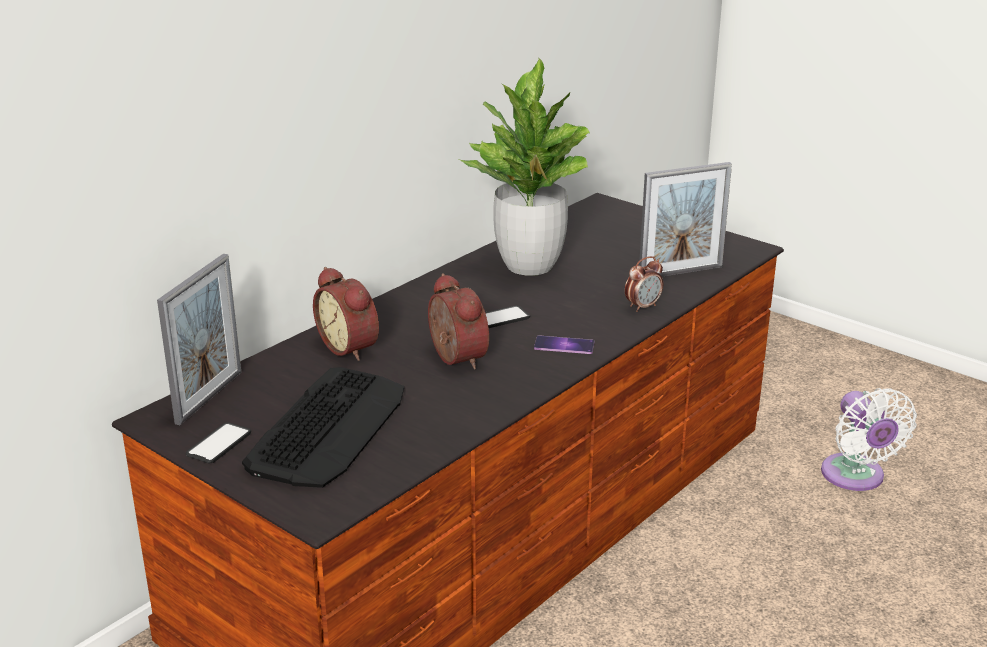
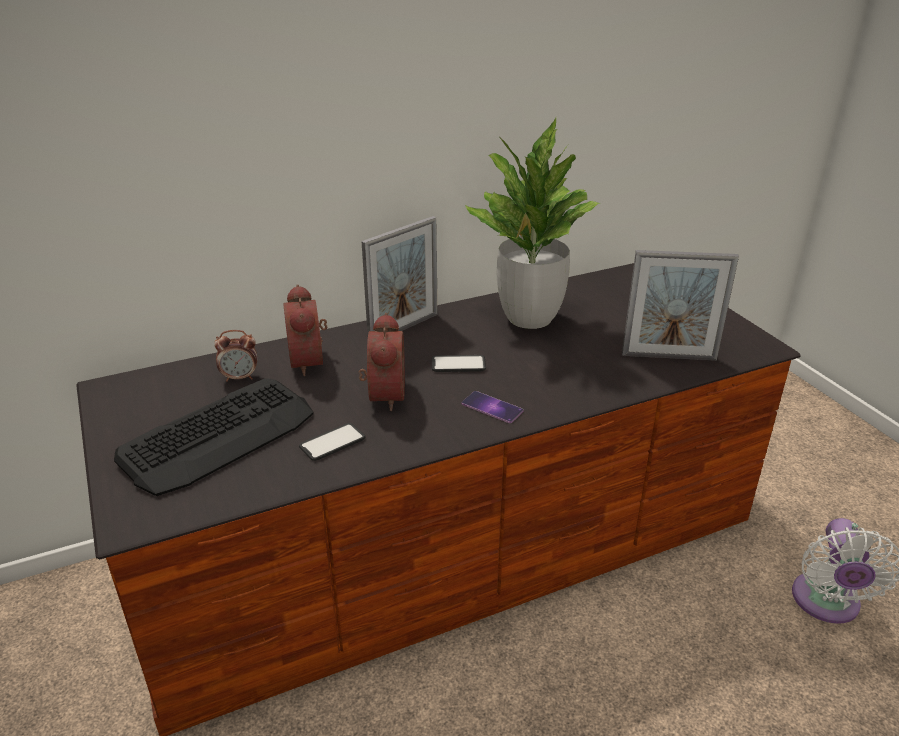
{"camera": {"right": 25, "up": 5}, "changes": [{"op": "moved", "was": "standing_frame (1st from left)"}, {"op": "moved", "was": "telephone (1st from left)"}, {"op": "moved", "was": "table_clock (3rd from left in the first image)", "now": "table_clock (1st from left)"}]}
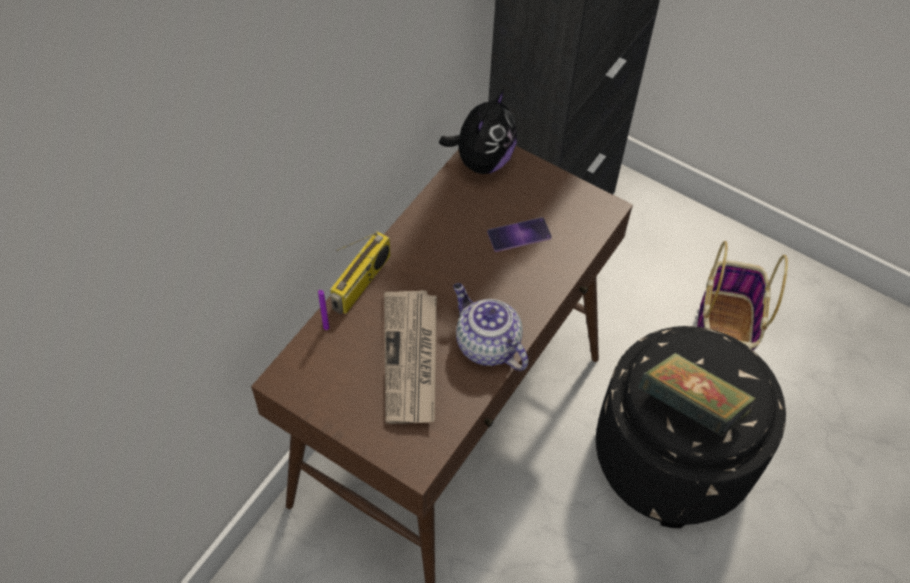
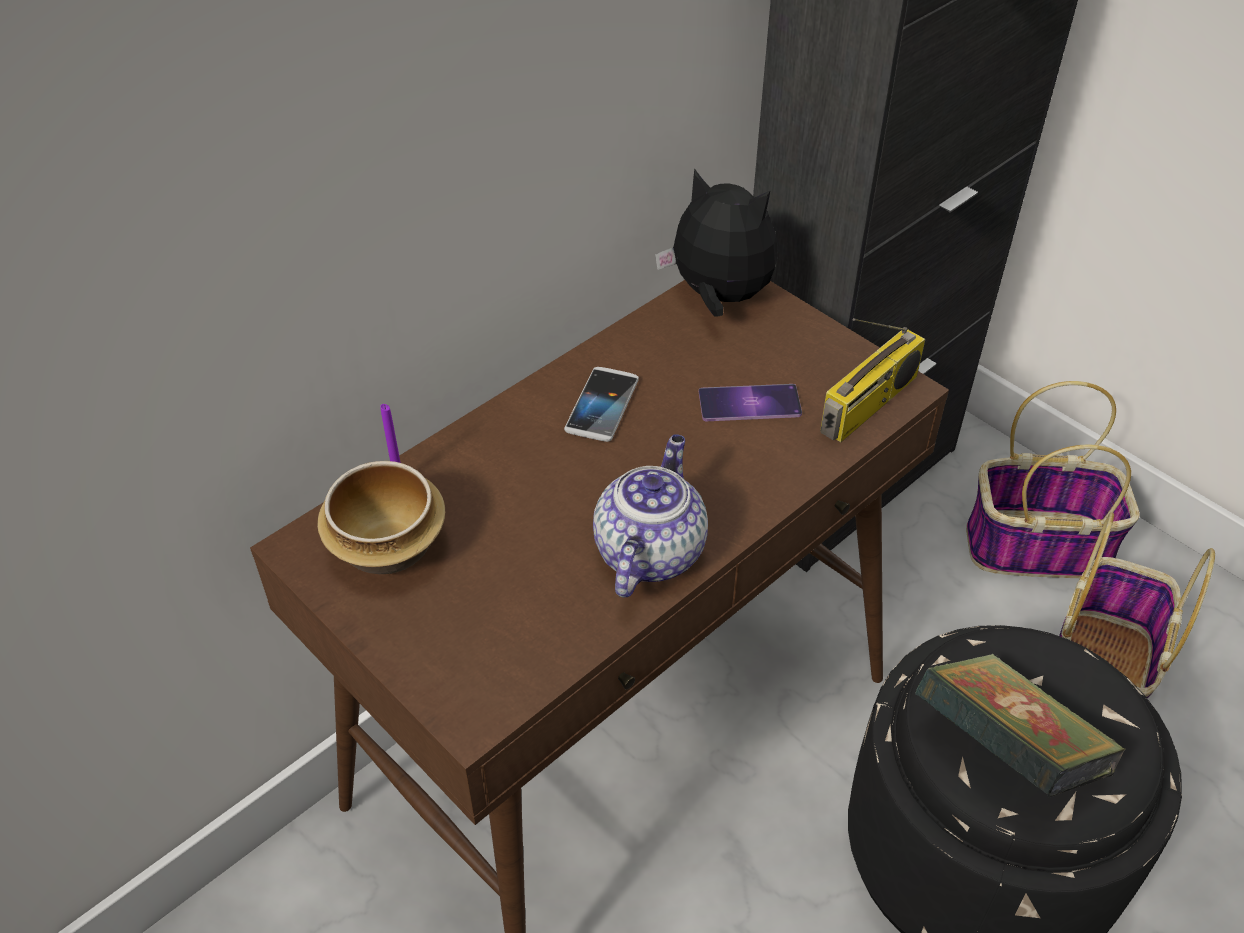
{"camera": {"right": 15, "up": -10}, "changes": [{"op": "moved", "was": "radio_set"}, {"op": "removed", "was": "daily_paper"}, {"op": "turned", "was": "soft_toy", "clockwise": -105}, {"op": "turned", "was": "teapot", "clockwise": 45}, {"op": "added", "now": "deep_dish"}, {"op": "added", "now": "telephone (1st from left)"}, {"op": "added", "now": "storage_basket (1st from left)"}]}
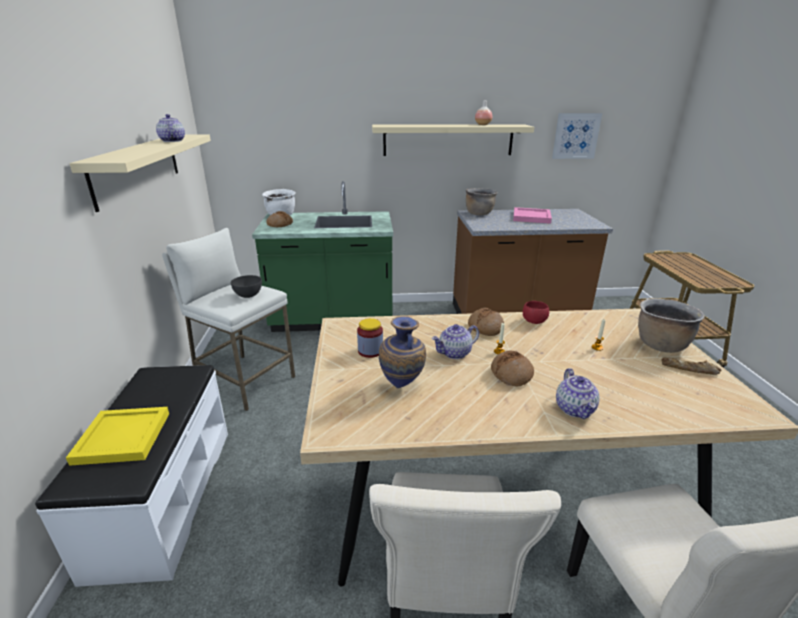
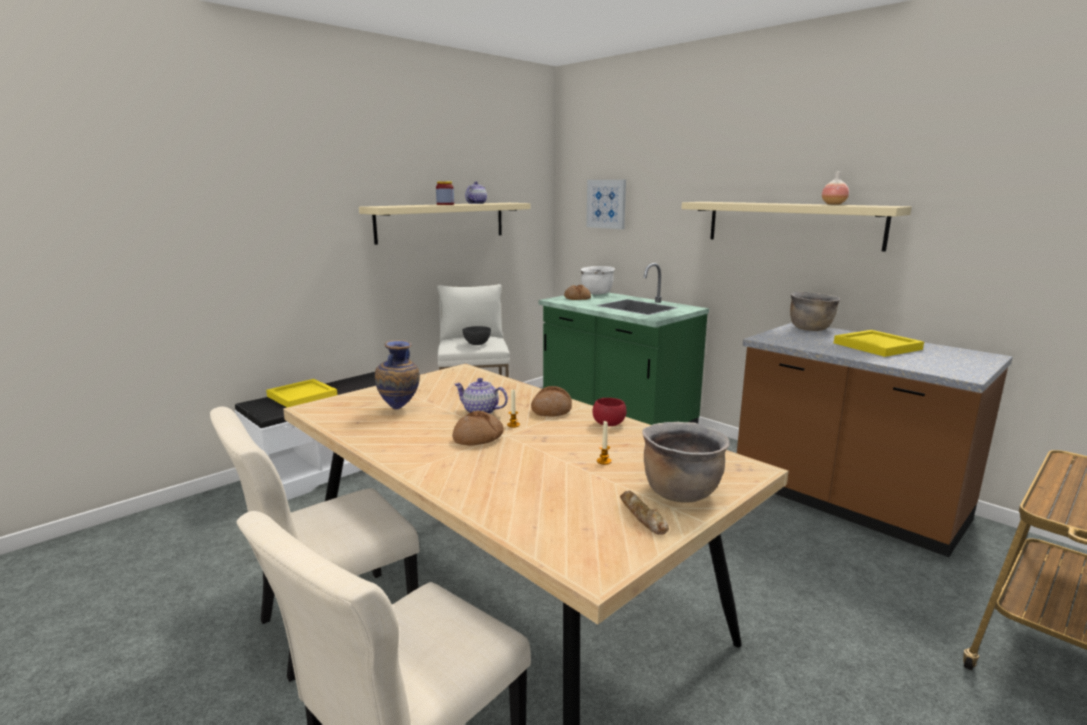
{"camera": {"right": 50, "up": -10}, "changes": [{"op": "moved", "was": "jar"}, {"op": "recoloured", "was": "pinkish_tray", "now": "yellow-coloured_tray (2nd from left)"}, {"op": "moved", "was": "wall_picture"}, {"op": "removed", "was": "teapot (3rd from left)"}]}
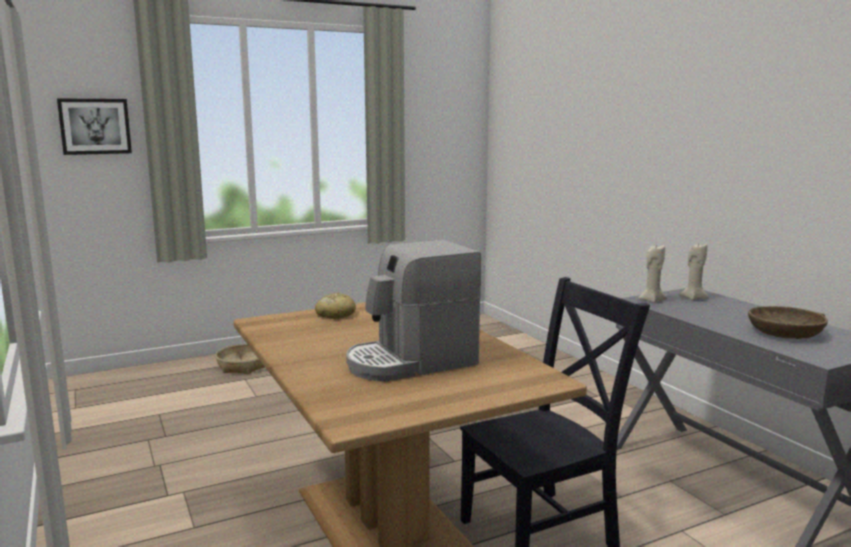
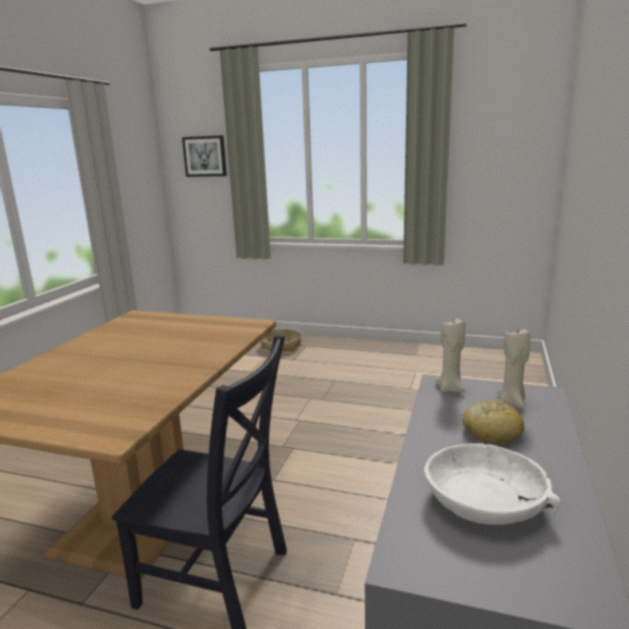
{"camera": {"right": 45, "up": 5}, "changes": [{"op": "moved", "was": "bakery_bread"}, {"op": "removed", "was": "coffee_maker"}, {"op": "recoloured", "was": "brownish_deep_dish", "now": "whitish_deep_dish"}]}
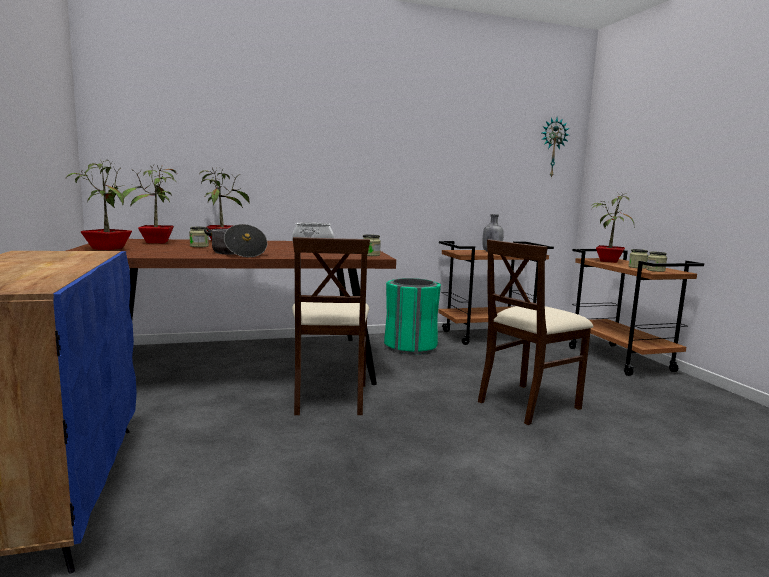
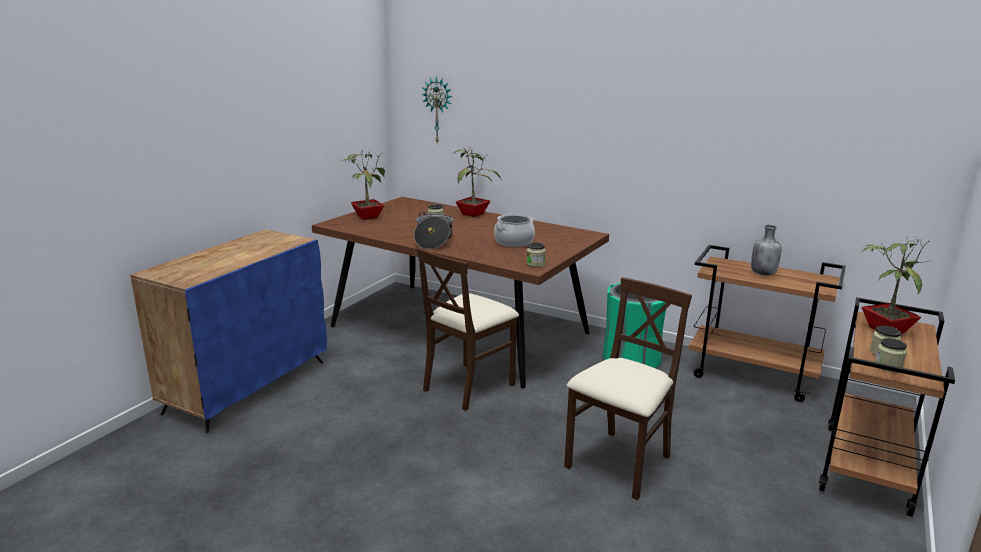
{"camera": {"right": 45, "up": 10}, "changes": [{"op": "removed", "was": "potted_plant (2nd from left)"}, {"op": "turned", "was": "beige-coloured_plain_chair (2nd from left)", "clockwise": 120}, {"op": "moved", "was": "wall_clock"}]}
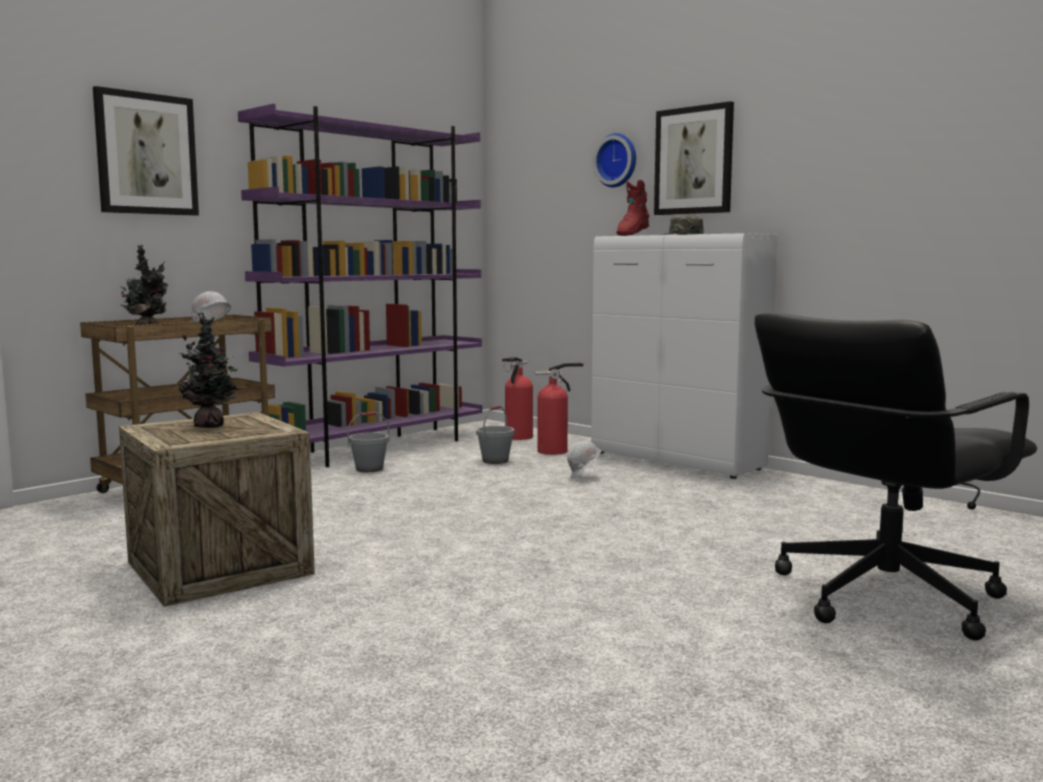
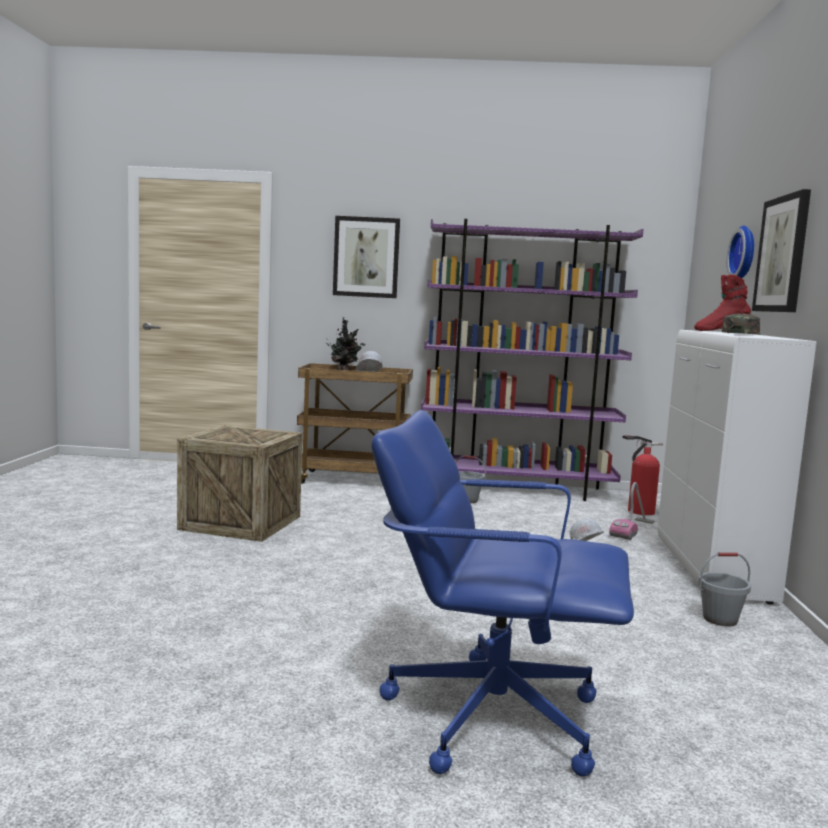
{"camera": {"right": 50, "up": 0}, "changes": [{"op": "removed", "was": "potted_plant (2nd from left)"}, {"op": "moved", "was": "gray_bucket (2nd from left)"}, {"op": "replaced", "was": "extinguisher (2nd from left)", "now": "vacuum"}, {"op": "recoloured", "was": "blackish_desk_chair", "now": "bluish_desk_chair"}]}
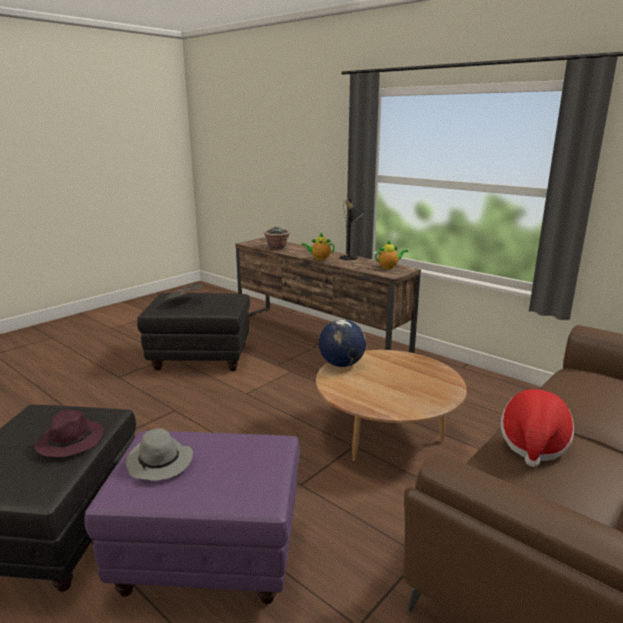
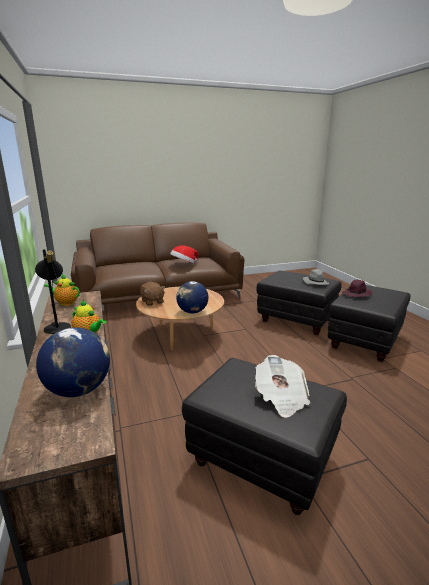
{"camera": {"right": -150, "up": 0}, "changes": [{"op": "recoloured", "was": "purple_ottoman", "now": "blackish_ottoman (2nd from left)"}, {"op": "replaced", "was": "potted_plant", "now": "desk_globe (1st from left)"}, {"op": "added", "now": "brownish_soft_toy"}]}
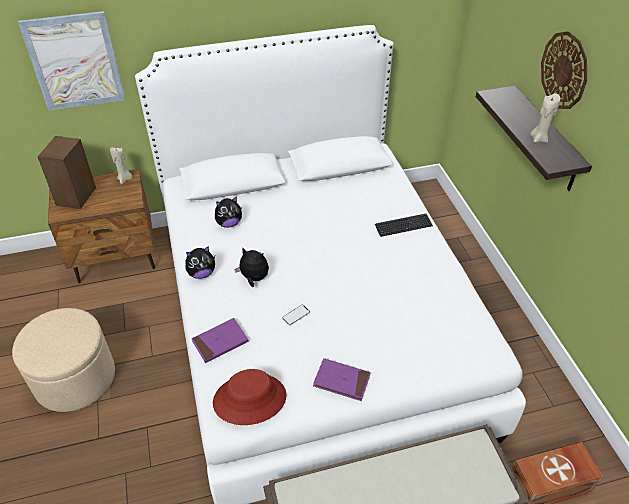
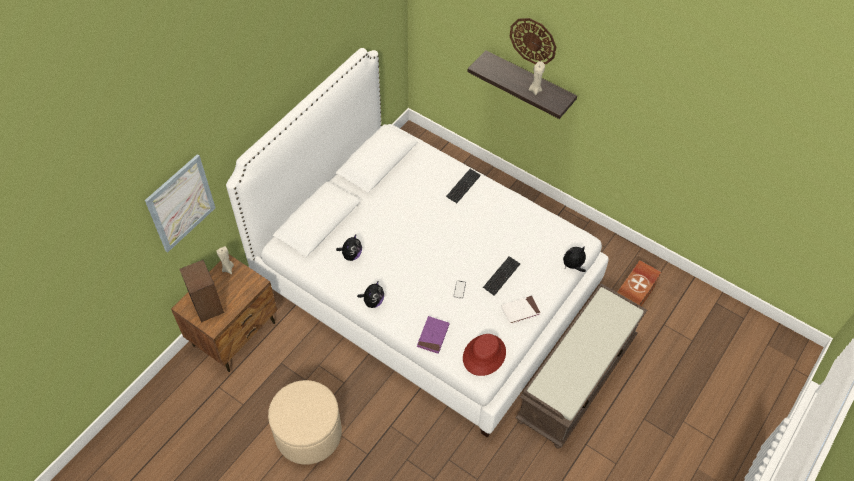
{"camera": {"right": -40, "up": 10}, "changes": [{"op": "moved", "was": "soft_toy (3rd from left)"}, {"op": "recoloured", "was": "purple_book (2nd from left)", "now": "whitish_book"}, {"op": "added", "now": "computer_keyboard (2nd from left)"}]}
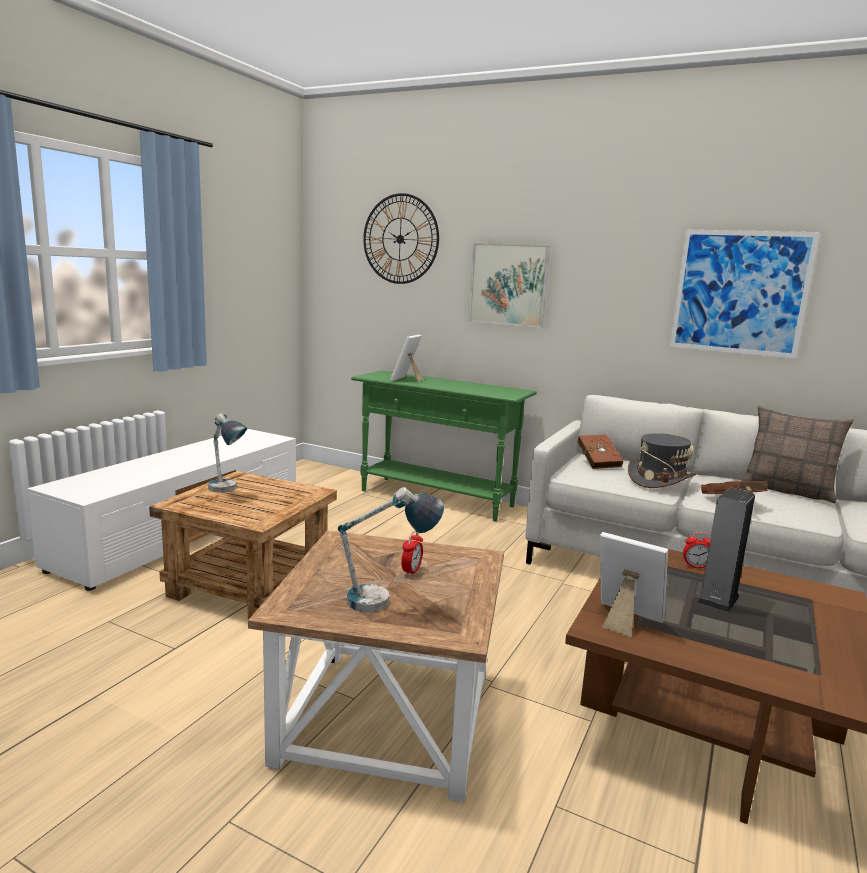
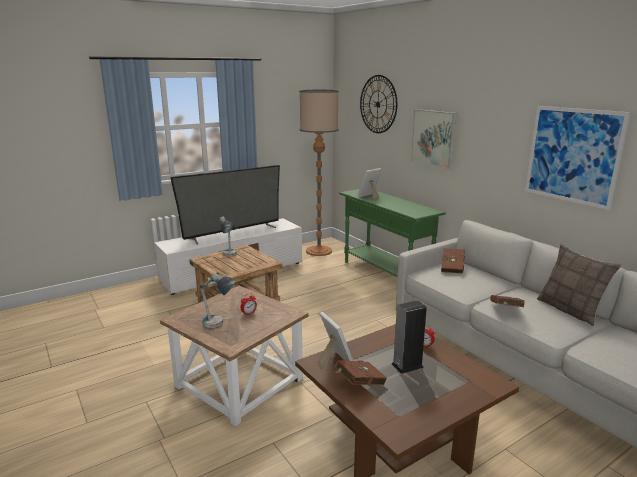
{"camera": {"right": 30, "up": 5}, "changes": [{"op": "removed", "was": "gray_wearable_hat"}, {"op": "added", "now": "TV"}, {"op": "added", "now": "standard_lamp"}, {"op": "added", "now": "brownish_book (1st from left)"}]}
